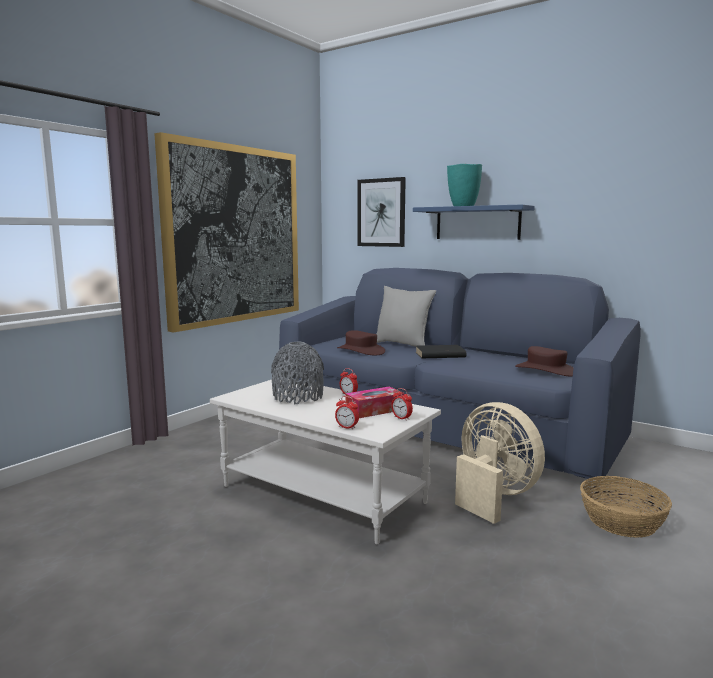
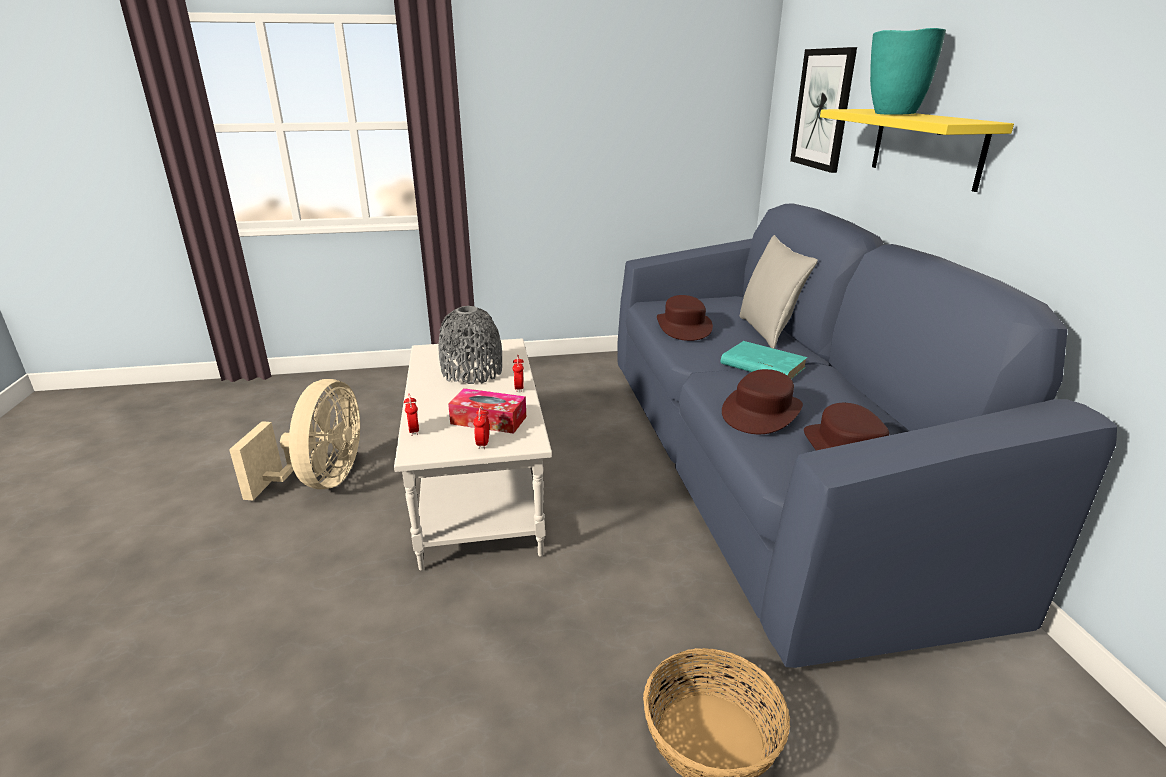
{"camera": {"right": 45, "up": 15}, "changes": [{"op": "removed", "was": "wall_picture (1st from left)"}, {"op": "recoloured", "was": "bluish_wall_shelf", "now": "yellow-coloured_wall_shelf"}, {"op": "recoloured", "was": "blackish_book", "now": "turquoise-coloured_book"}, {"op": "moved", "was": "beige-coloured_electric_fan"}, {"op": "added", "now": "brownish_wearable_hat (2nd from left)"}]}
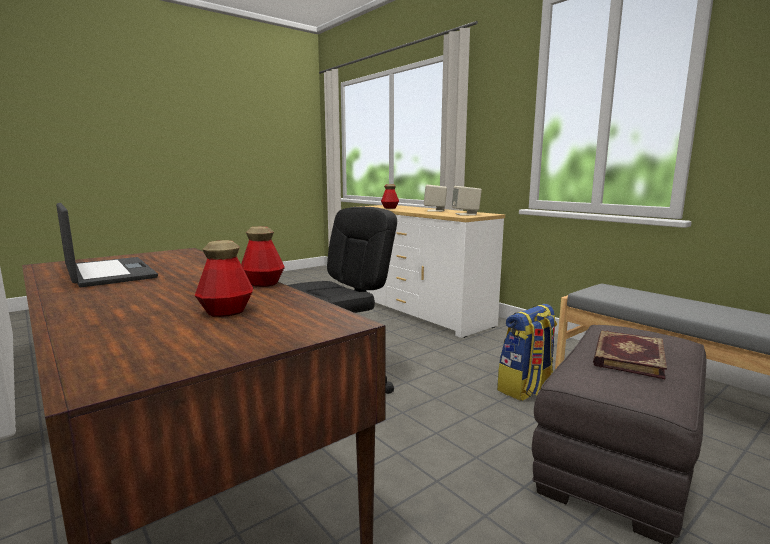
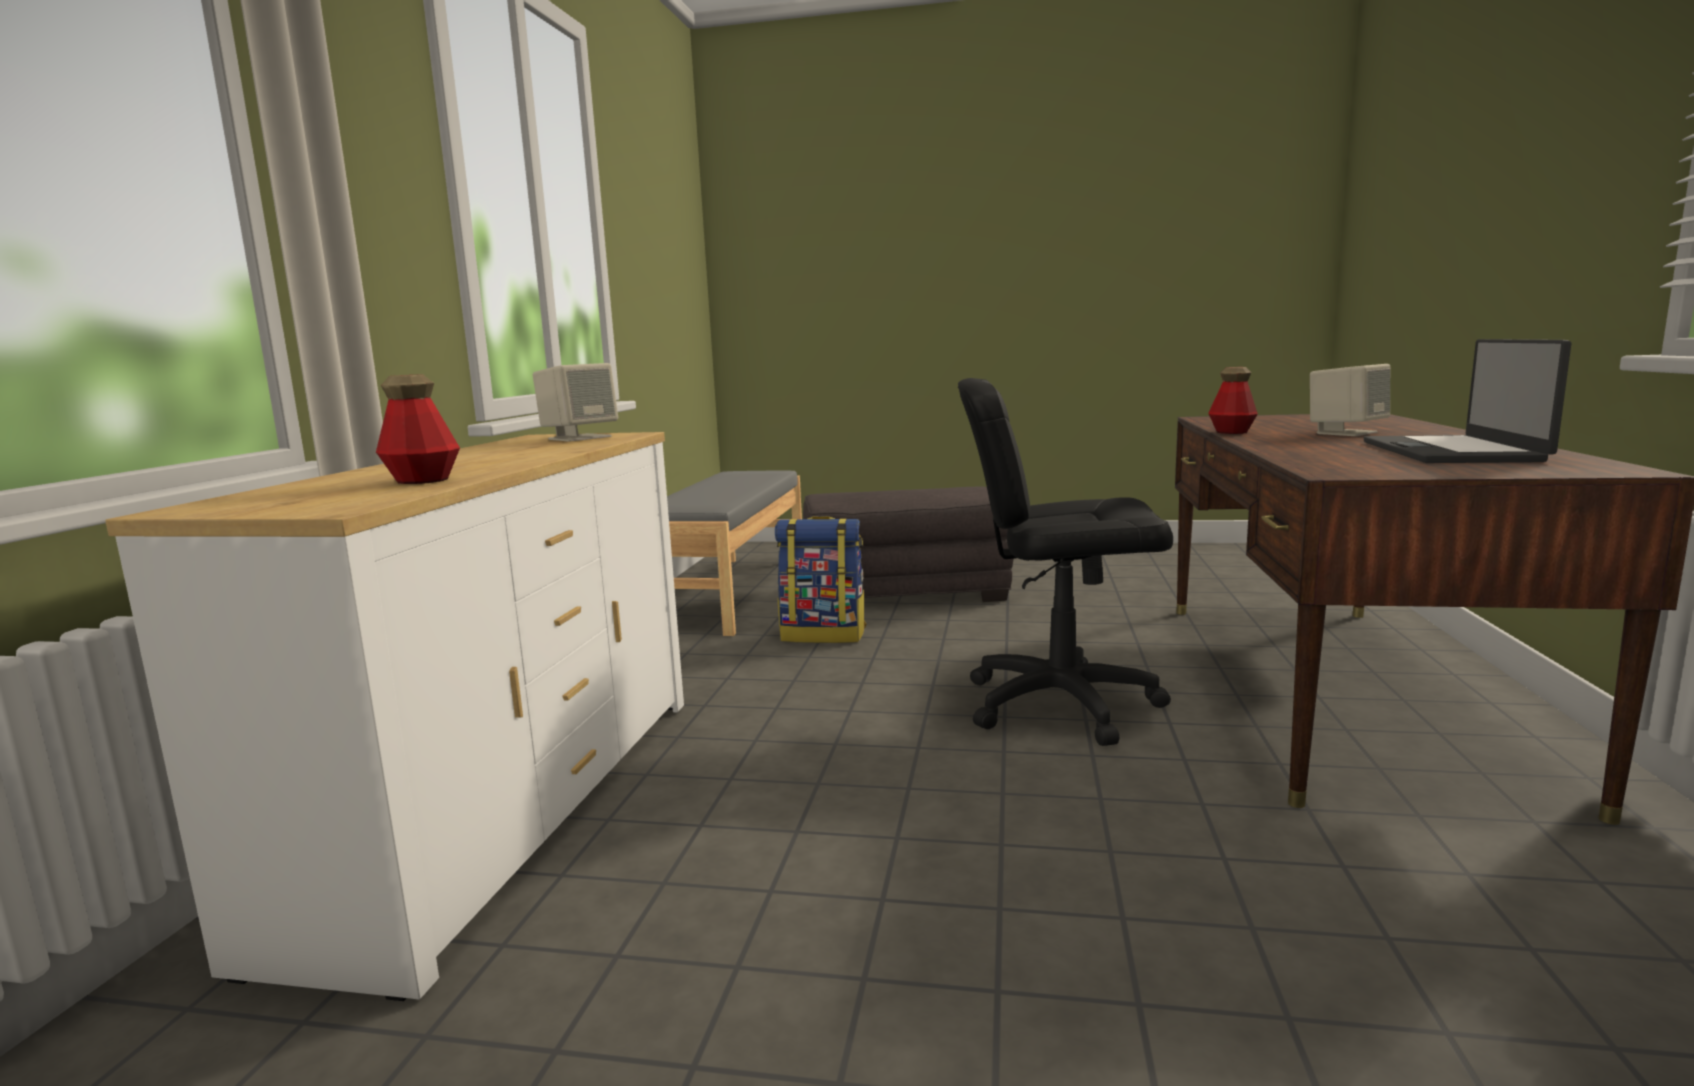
{"camera": {"right": -130, "up": 0}, "changes": [{"op": "removed", "was": "beverage_bottle (1st from left)"}, {"op": "moved", "was": "beige-coloured_loudspeaker (1st from left in the first image)", "now": "beige-coloured_loudspeaker (2nd from left)"}, {"op": "removed", "was": "book"}]}
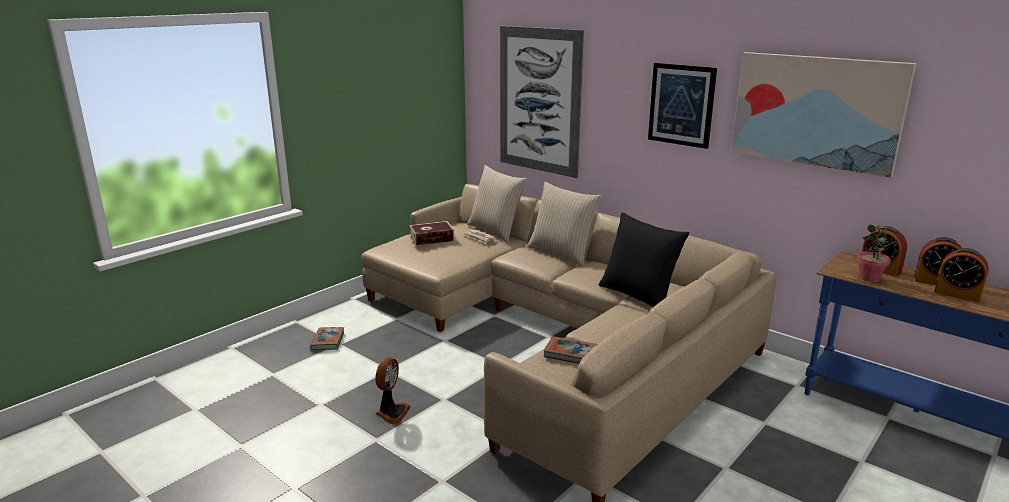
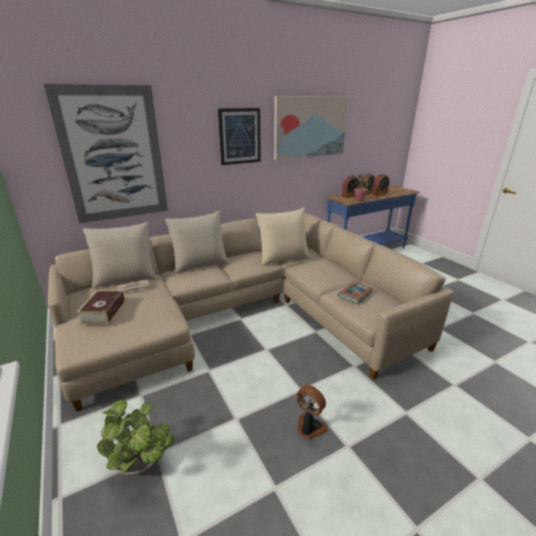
{"camera": {"right": -70, "up": 5}, "changes": [{"op": "replaced", "was": "book (1st from left)", "now": "potted_plant (1st from left)"}, {"op": "recoloured", "was": "blackish_throw_pillow", "now": "beige-coloured_throw_pillow (3rd from left)"}]}
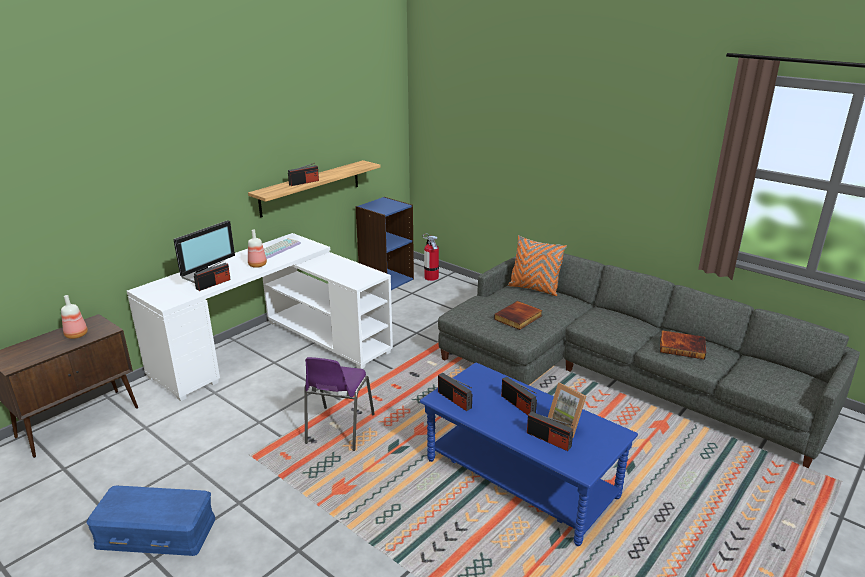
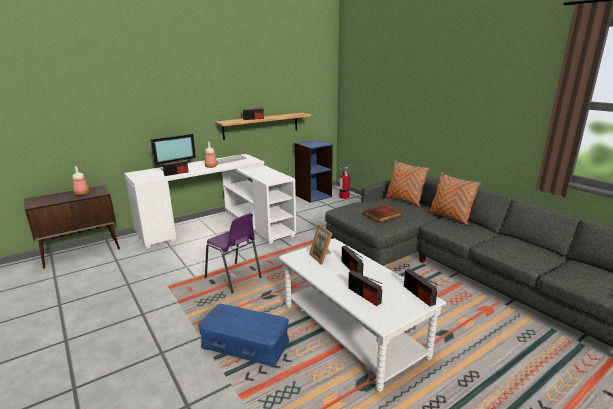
{"camera": {"right": 15, "up": -5}, "changes": [{"op": "moved", "was": "bluish_storage_bin"}, {"op": "turned", "was": "purple_plain_chair", "clockwise": -75}, {"op": "recoloured", "was": "bluish_lounge_table", "now": "whitish_lounge_table"}, {"op": "moved", "was": "radio_set (3rd from left in the first image)", "now": "radio_set (5th from left)"}, {"op": "moved", "was": "standing_frame"}, {"op": "removed", "was": "book (2nd from left)"}, {"op": "added", "now": "orange_throw_pillow (2nd from left)"}]}
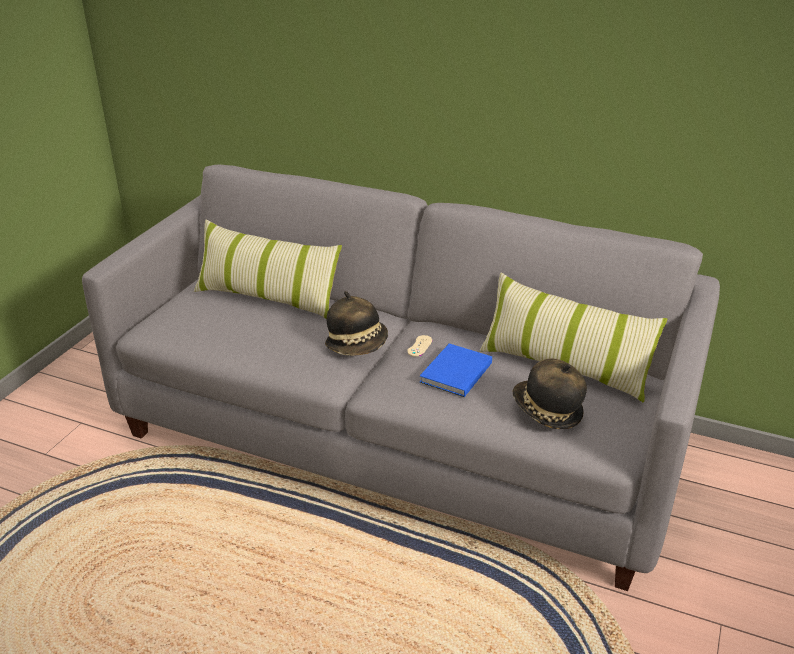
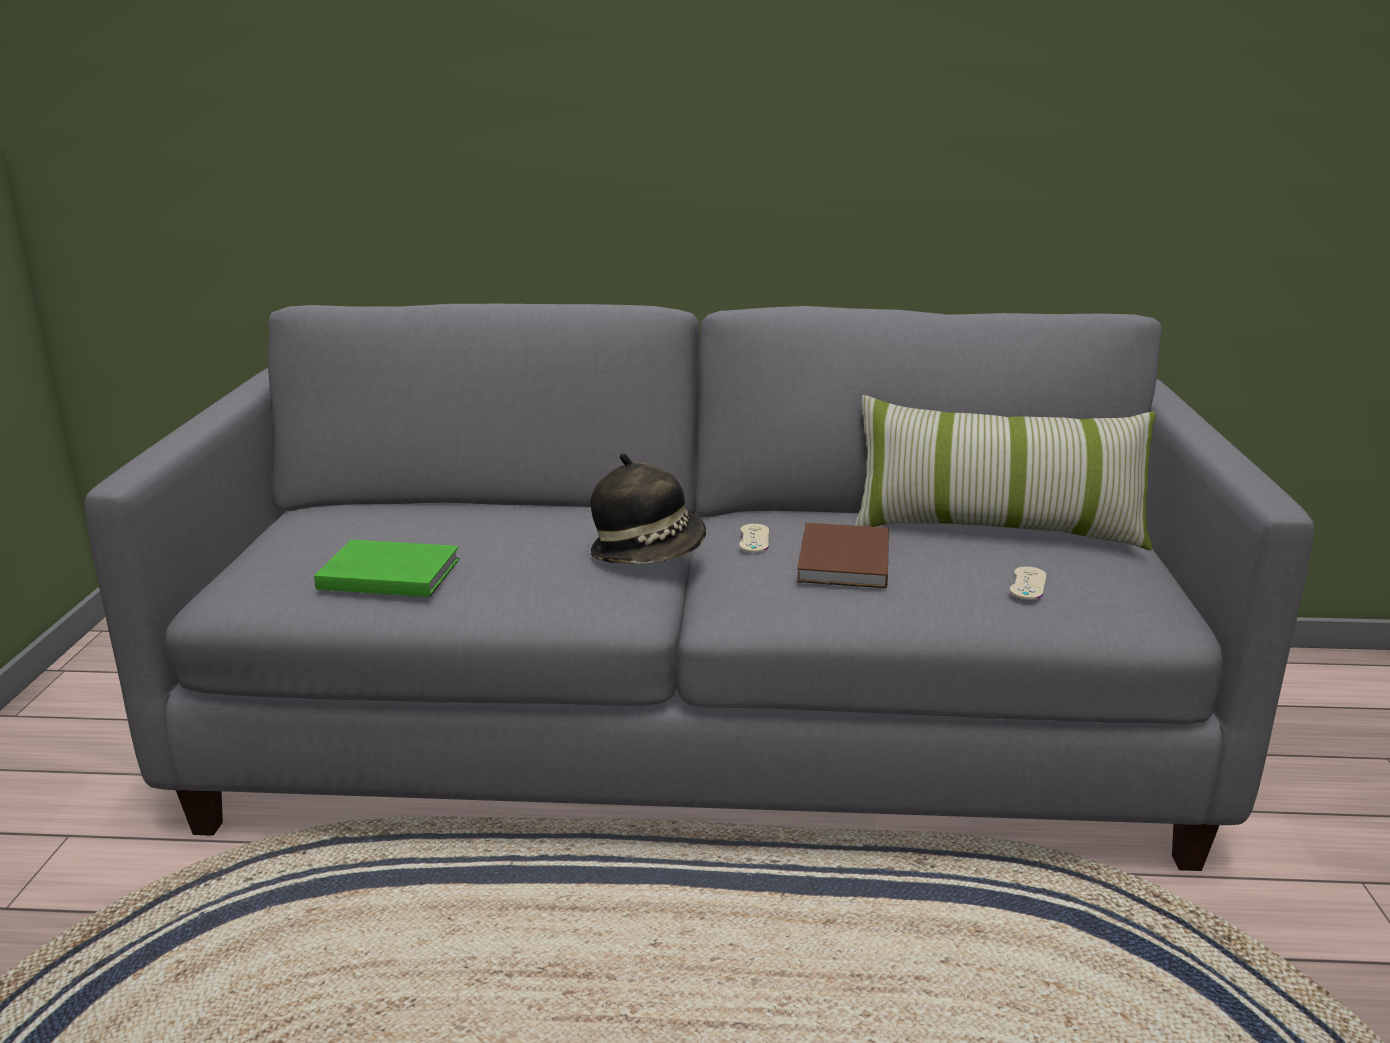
{"camera": {"right": -20, "up": -10}, "changes": [{"op": "removed", "was": "throw_pillow (1st from left)"}, {"op": "recoloured", "was": "bluish_book", "now": "brownish_book"}, {"op": "replaced", "was": "wearable_hat (2nd from left)", "now": "beige-coloured_game_controller (2nd from left)"}, {"op": "added", "now": "greenish_book"}]}
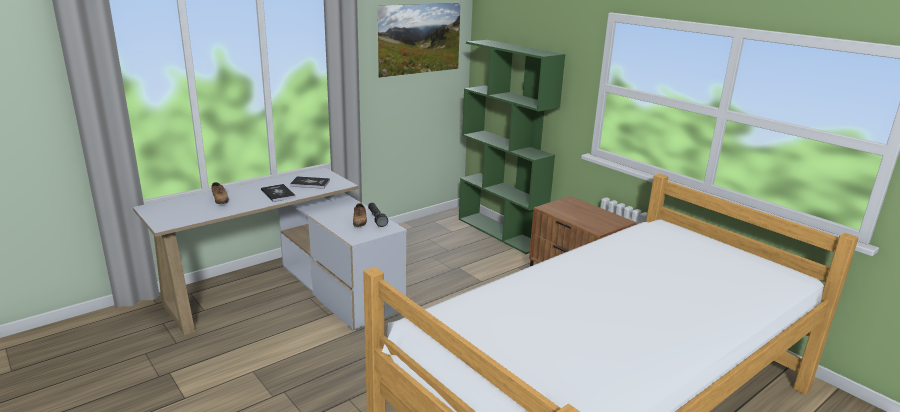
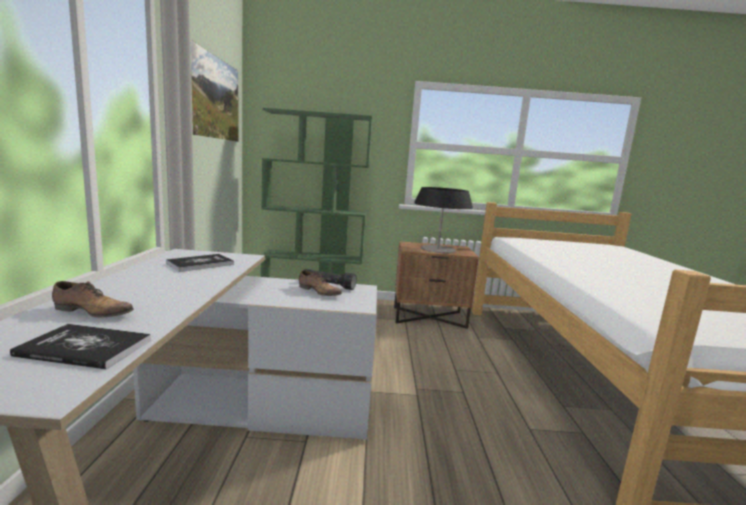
{"camera": {"right": -50, "up": -10}, "changes": [{"op": "moved", "was": "book (1st from left)"}, {"op": "added", "now": "tabletop_lamp"}]}
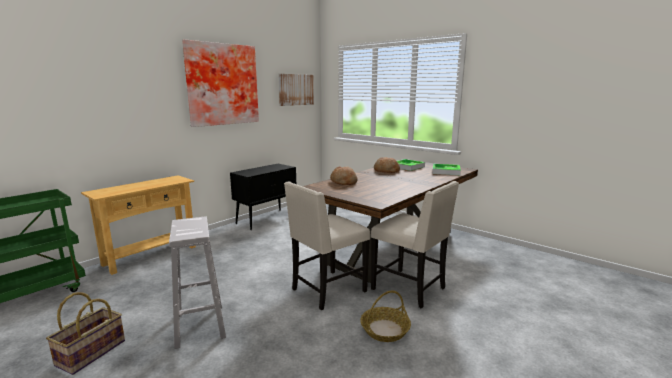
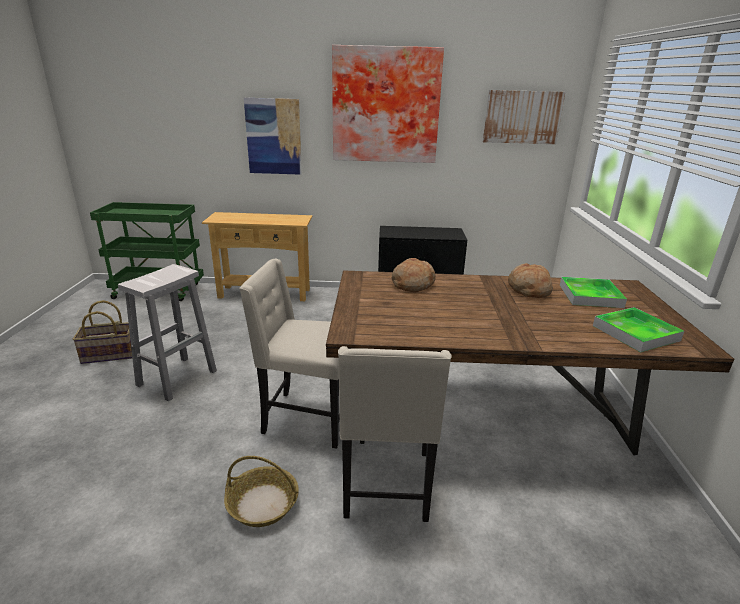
{"camera": {"right": 50, "up": 10}, "changes": [{"op": "added", "now": "wall_picture (1st from left)"}]}
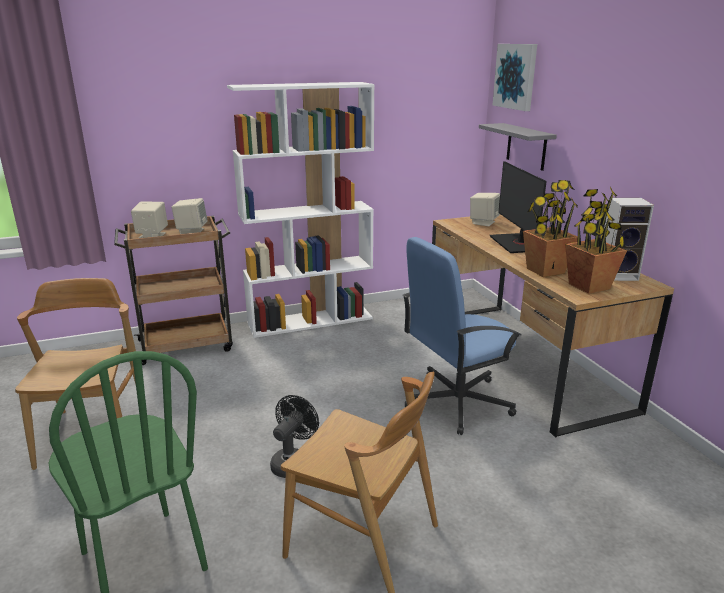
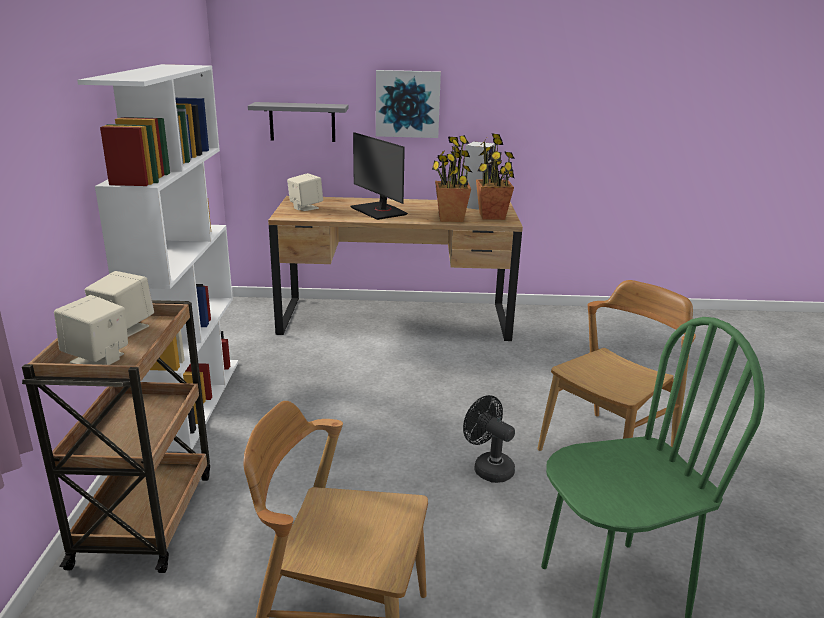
{"camera": {"right": -70, "up": 0}, "changes": [{"op": "removed", "was": "bluish_desk_chair"}, {"op": "turned", "was": "monitor", "clockwise": 45}, {"op": "moved", "was": "wall_picture"}]}
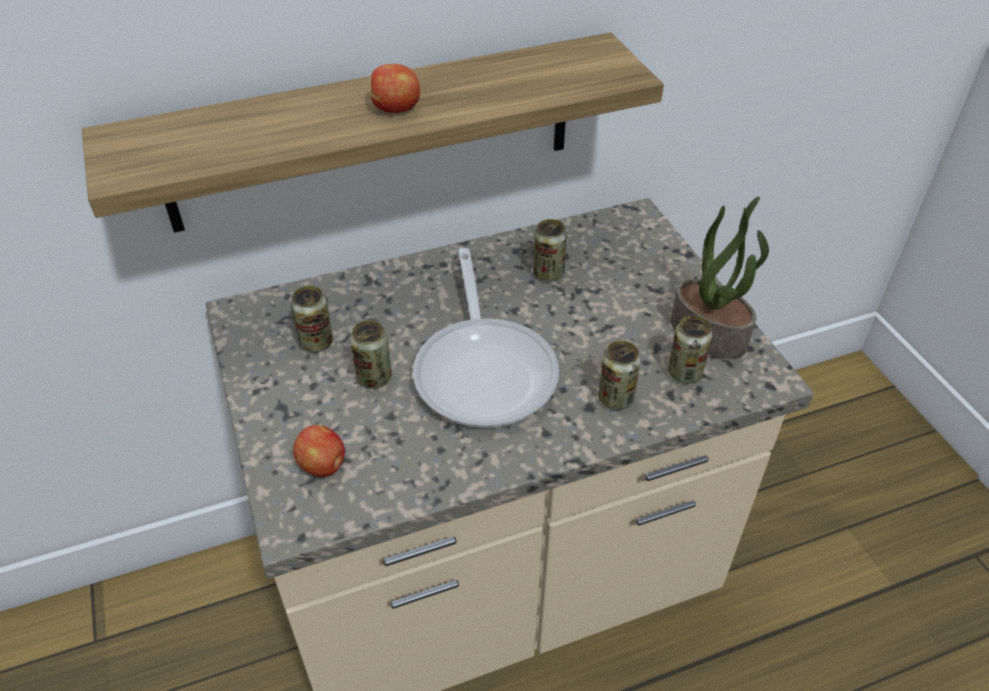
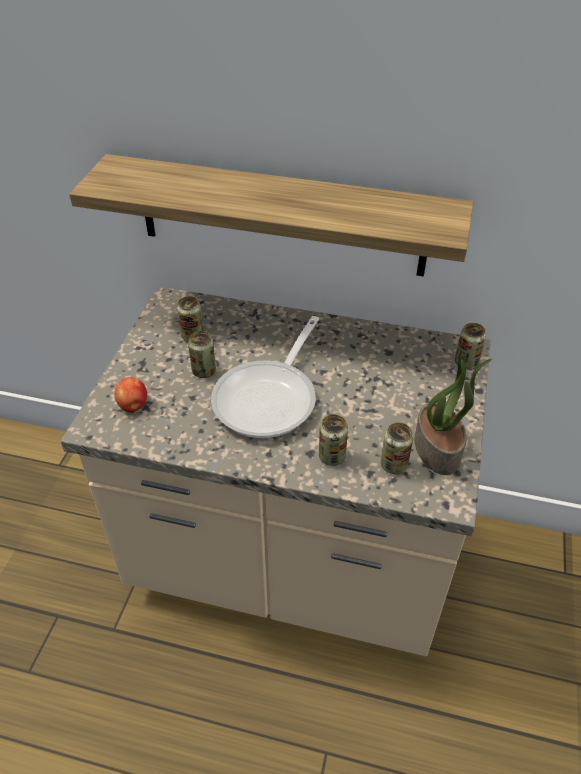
{"camera": {"right": 35, "up": 0}, "changes": [{"op": "removed", "was": "apple_fruit (2nd from left)"}, {"op": "moved", "was": "metal_can (3rd from left in the first image)", "now": "metal_can (5th from left)"}]}
